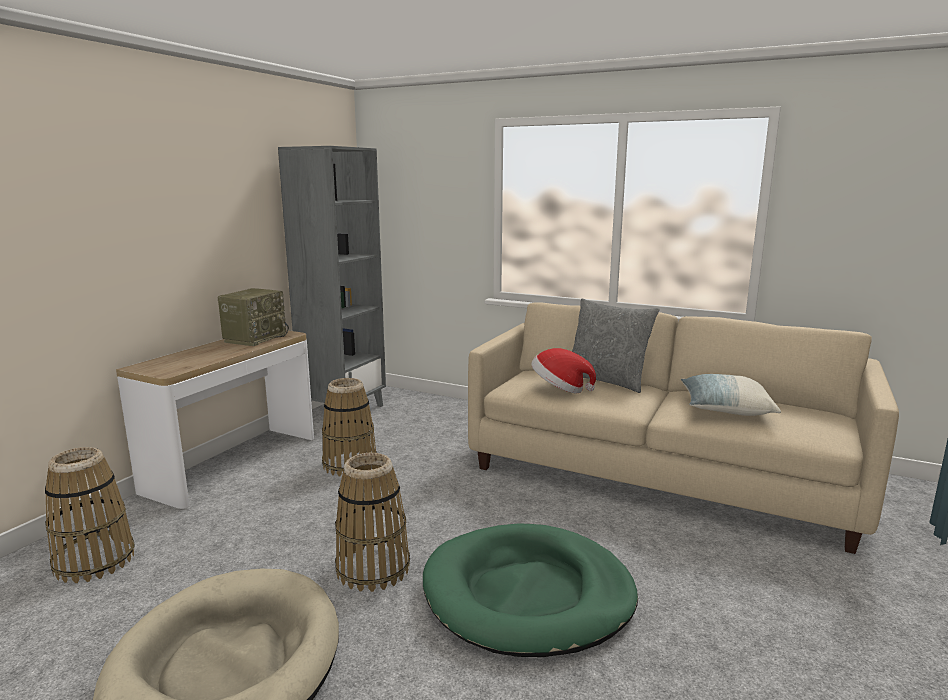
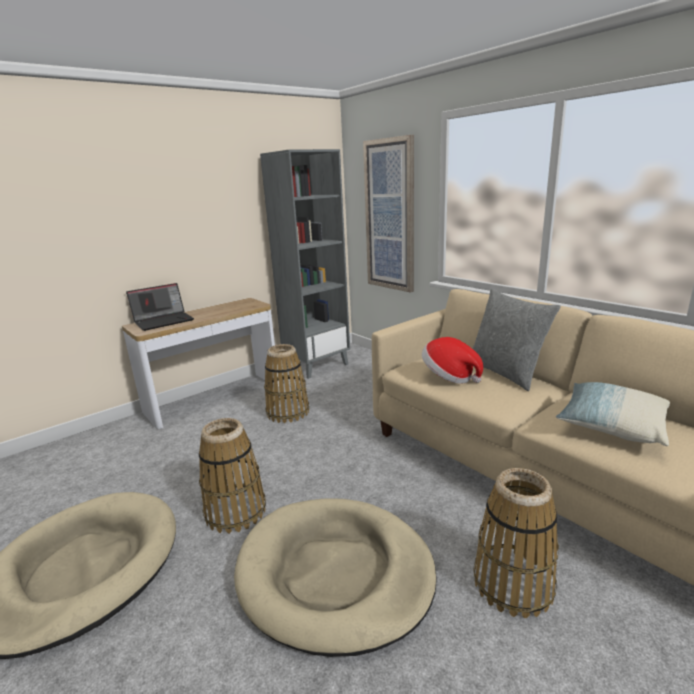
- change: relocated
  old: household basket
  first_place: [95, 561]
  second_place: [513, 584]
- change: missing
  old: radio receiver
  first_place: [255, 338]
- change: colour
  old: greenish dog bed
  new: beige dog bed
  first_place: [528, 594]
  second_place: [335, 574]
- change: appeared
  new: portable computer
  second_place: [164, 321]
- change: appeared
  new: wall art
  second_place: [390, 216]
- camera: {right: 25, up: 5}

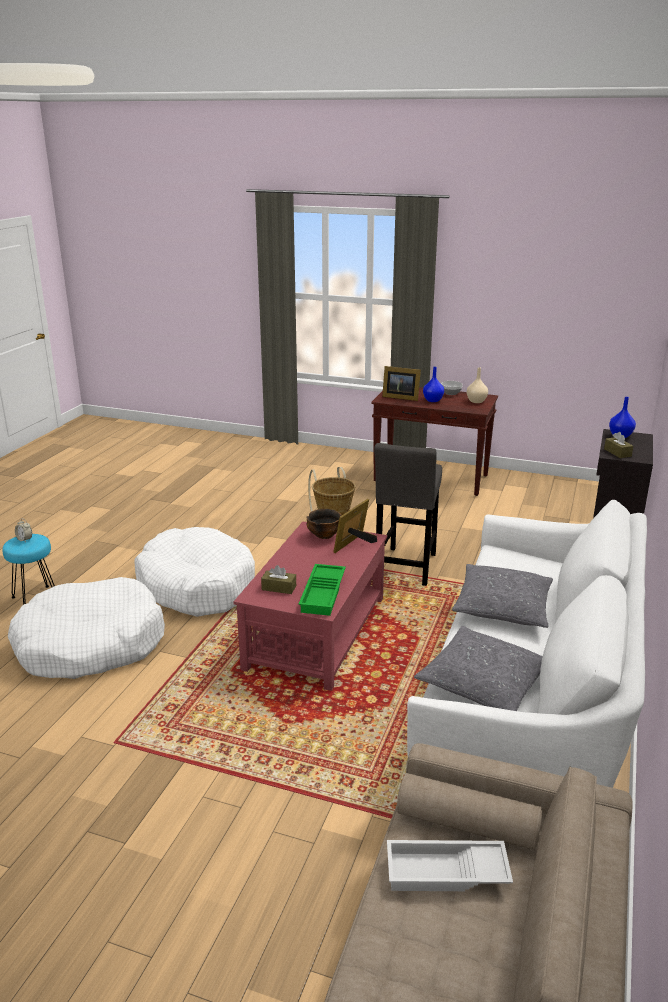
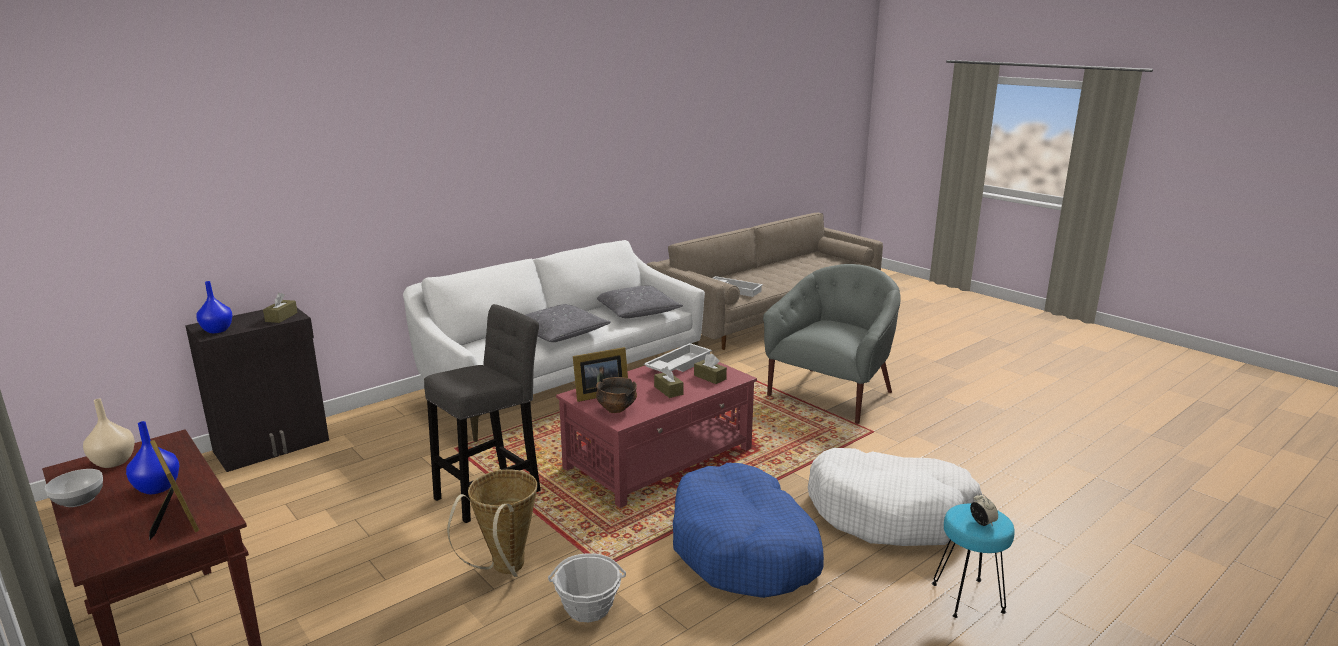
- change: colour
  old: white-coloured dog bed
  new: blue-coloured dog bed
  first_place: [197, 585]
  second_place: [744, 549]
- change: colour
  old: greenish serving tray
  new: white-coloured serving tray
  first_place: [324, 594]
  second_place: [678, 365]
- change: appeared
  new: household basket
  second_place: [588, 607]
- change: appeared
  new: brown-coloured box of tissues
  second_place: [668, 390]
- change: appeared
  new: greyish armchair
  second_place: [832, 394]
- camera: {right: -150, up: -5}

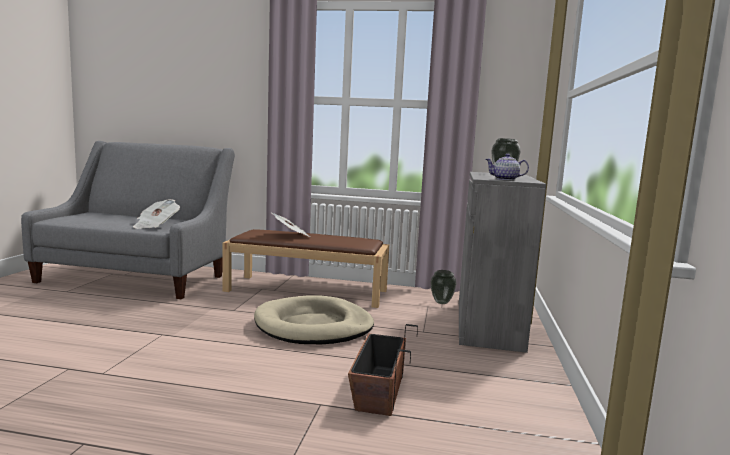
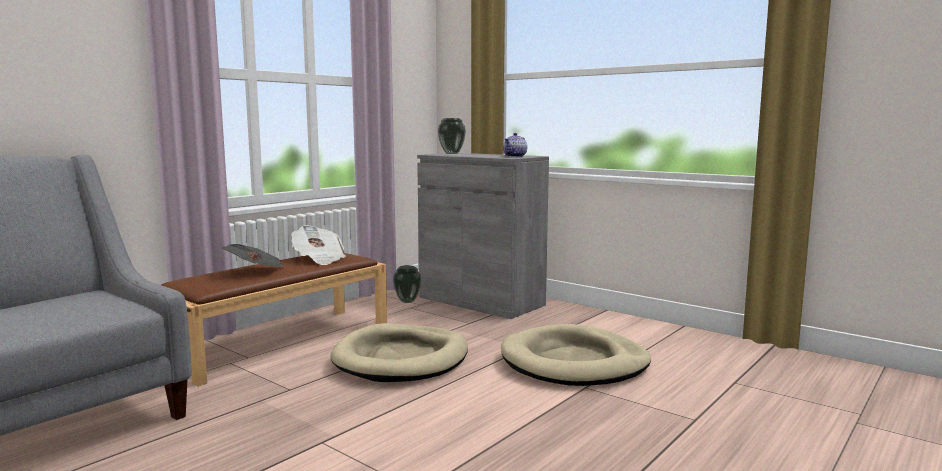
- change: relocated
  old: newspaper
  first_place: [156, 226]
  second_place: [319, 259]
- change: exchanged
  old: plant pot
  new: beige dog bed
  first_place: [379, 390]
  second_place: [574, 362]
- camera: {right: -60, up: 0}

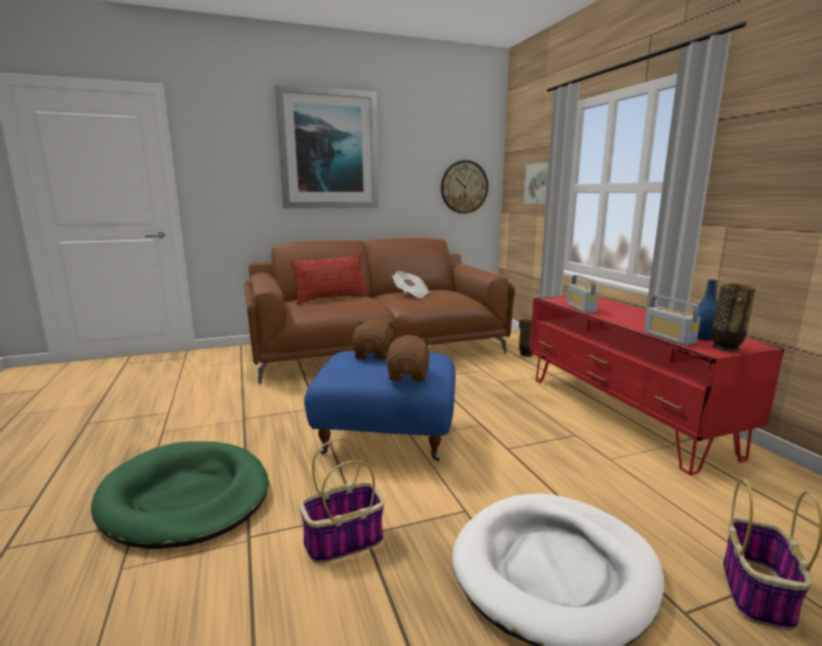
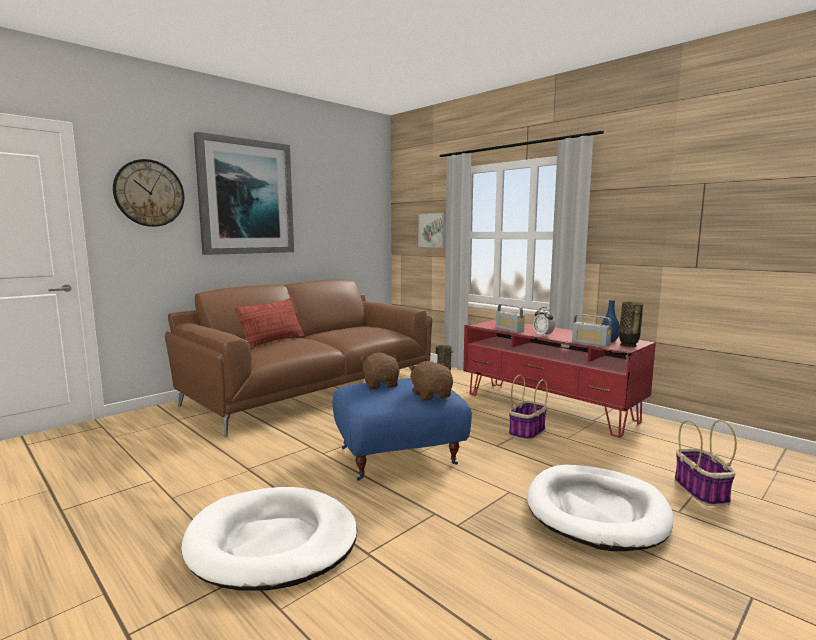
- change: colour
  old: greenish dog bed
  new: white-coloured dog bed
  first_place: [186, 498]
  second_place: [272, 542]
- change: relocated
  old: household basket
  first_place: [343, 542]
  second_place: [527, 432]
- change: missing
  old: newspaper
  first_place: [411, 294]
- change: relocated
  old: wall clock
  first_place: [464, 187]
  second_place: [149, 193]
- change: appeared
  new: bedside clock
  second_place: [543, 335]
- camera: {right: -25, up: -5}

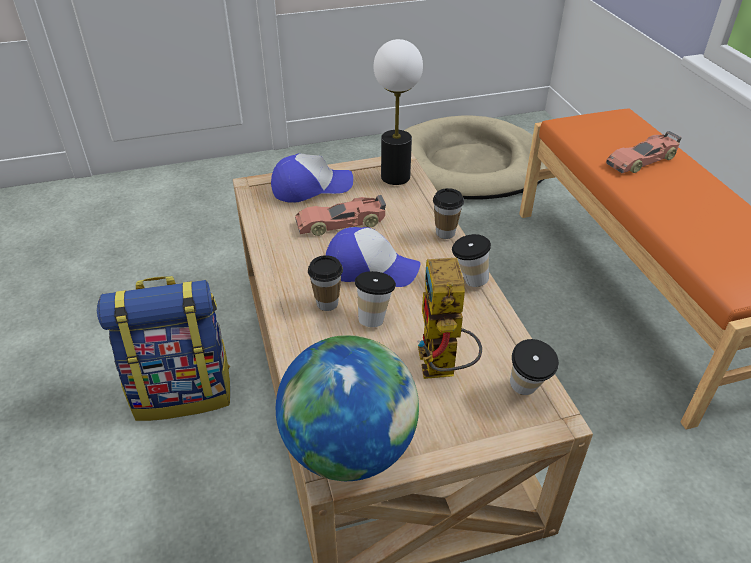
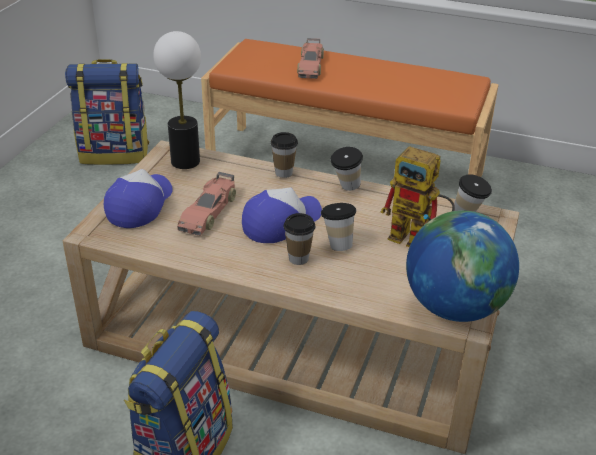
- change: exchanged
  old: beige dog bed
  new: rucksack
  first_place: [470, 164]
  second_place: [115, 153]
- camera: {right: -55, up: -5}

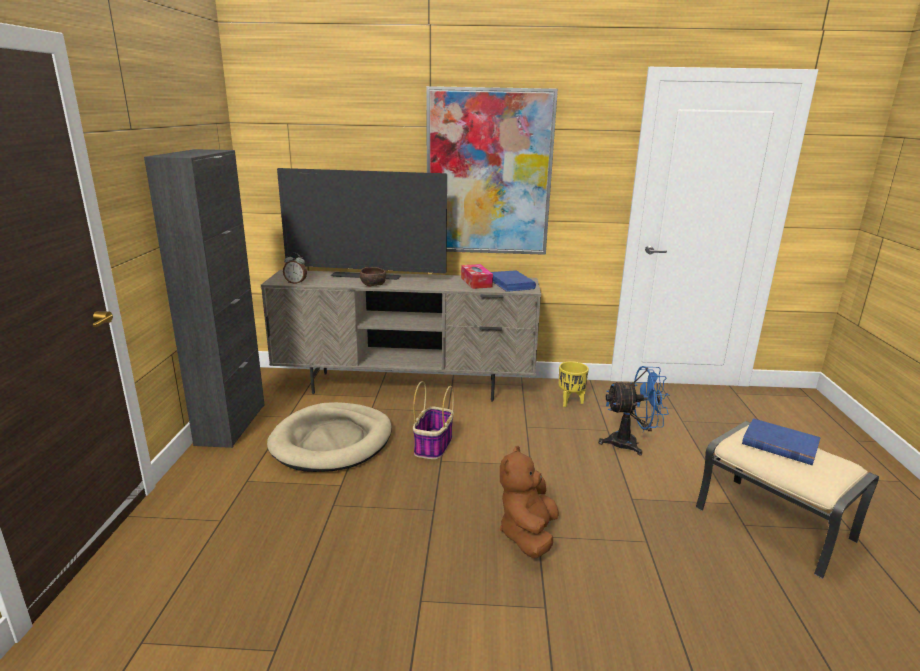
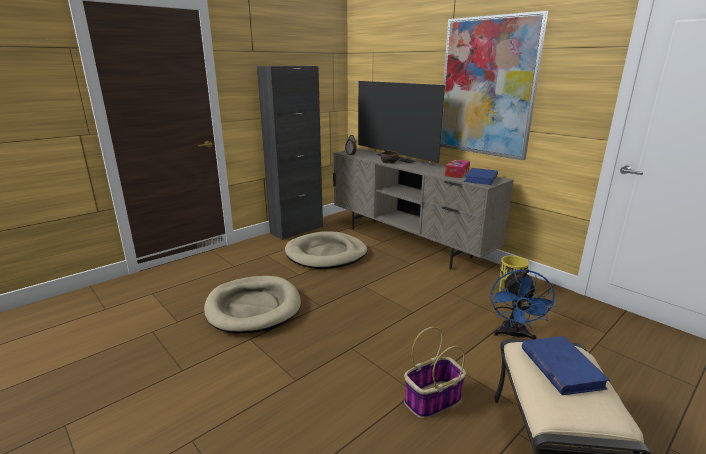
- change: relocated
  old: household basket
  first_place: [433, 446]
  second_place: [432, 400]
- change: missing
  old: brown-coloured cuddly toy
  first_place: [528, 534]
- change: spun
  old: blue-coloured electric fan
  first_place: [630, 443]
  second_place: [514, 335]
  degrees: 60
- change: appeared
  new: beige dog bed
  second_place: [253, 307]
- camera: {right: 45, up: 0}

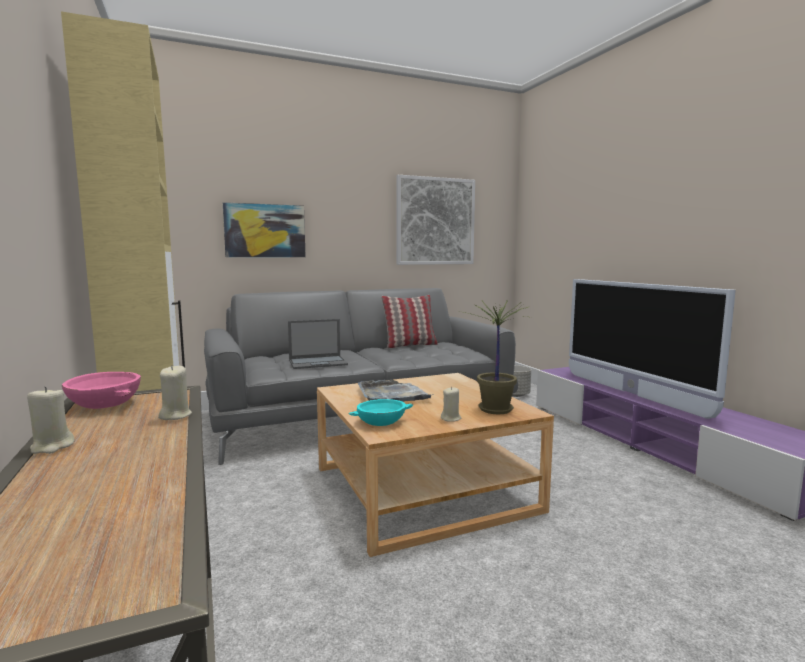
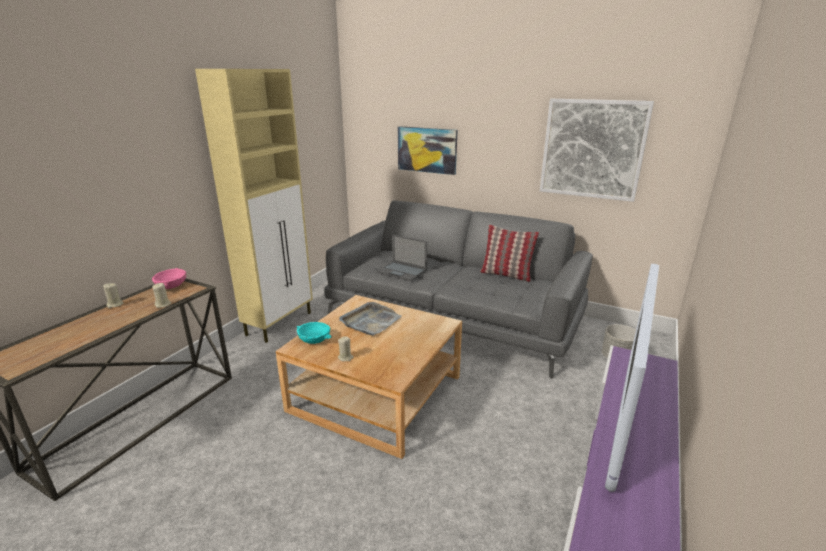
- change: missing
  old: plant in a pot
  first_place: [496, 410]
- camera: {right: 50, up: 15}

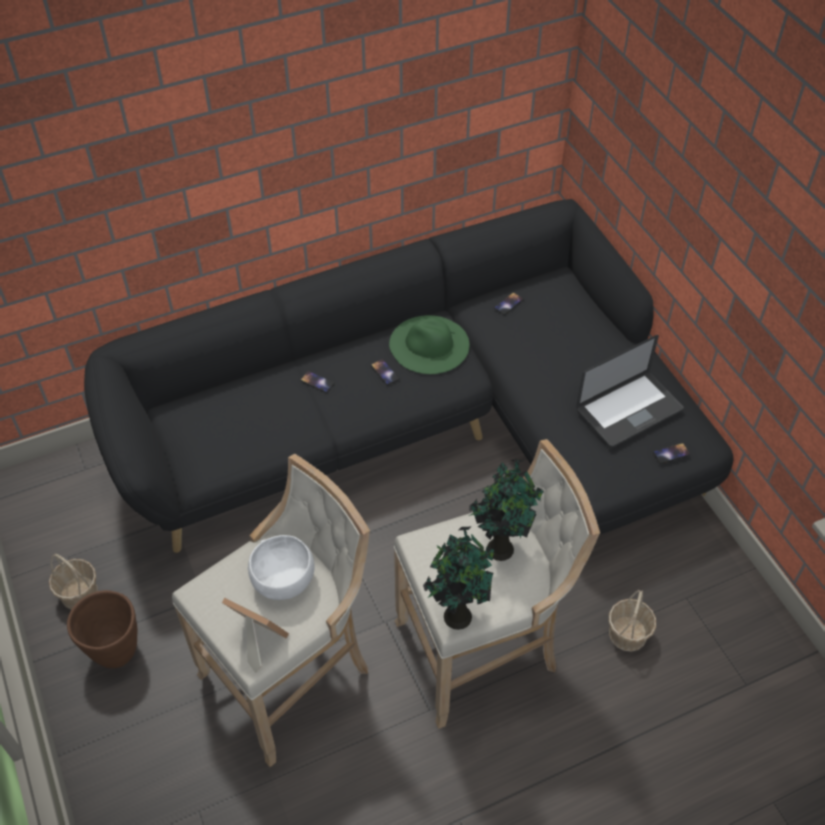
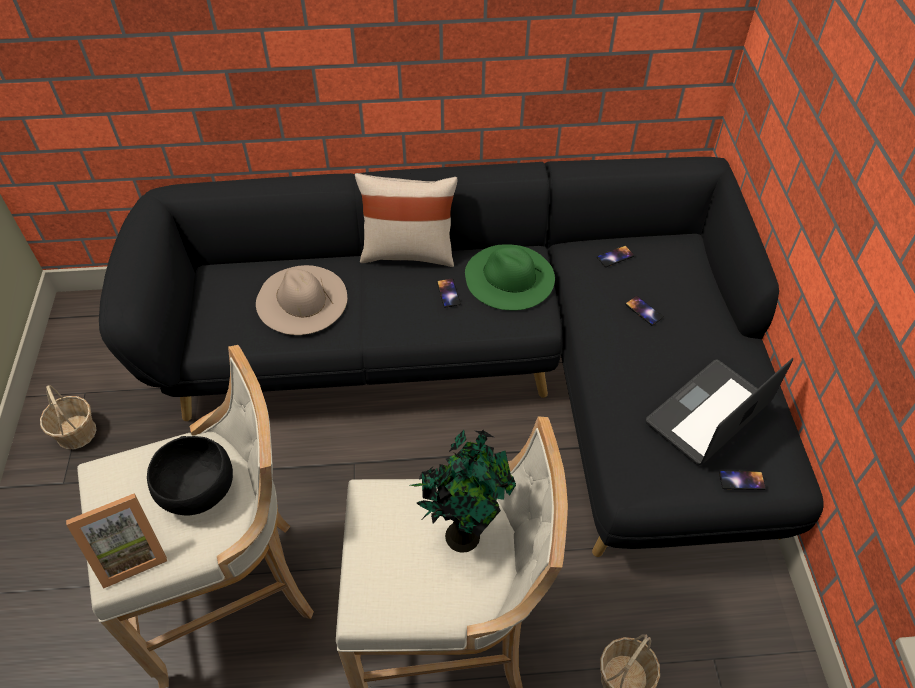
- change: missing
  old: brown-coloured plant pot
  first_place: [115, 651]
- change: spun
  old: photo frame
  first_place: [256, 640]
  second_place: [129, 553]
  degrees: 105
- change: colour
  old: white-coloured serving bowl
  new: black-coloured serving bowl
  first_place: [284, 580]
  second_place: [199, 490]
- change: relocated
  old: phone
  first_place: [317, 382]
  second_place: [643, 311]
- change: missing
  old: plant in a pot
  first_place: [456, 614]
- change: spun
  old: portable computer
  first_place: [629, 410]
  second_place: [708, 413]
  degrees: 150
- change: appeared
  new: beige hat
  second_place: [301, 299]
- change: appeared
  new: beige pillow
  second_place: [408, 252]
- camera: {right: 20, up: 0}

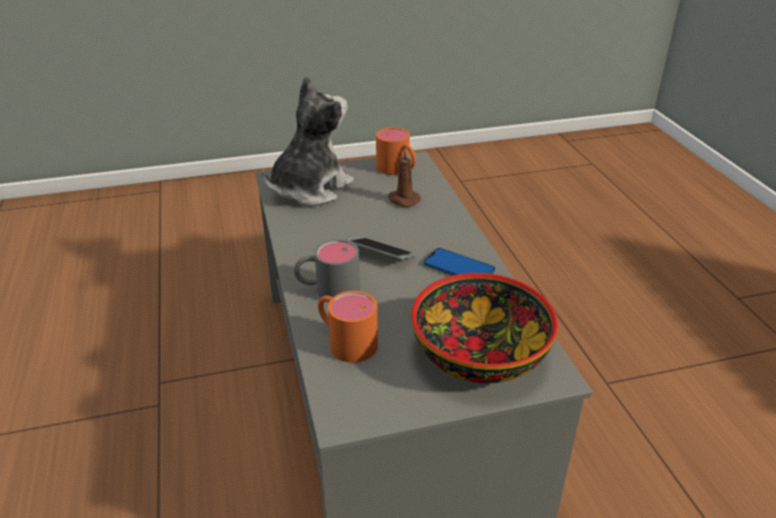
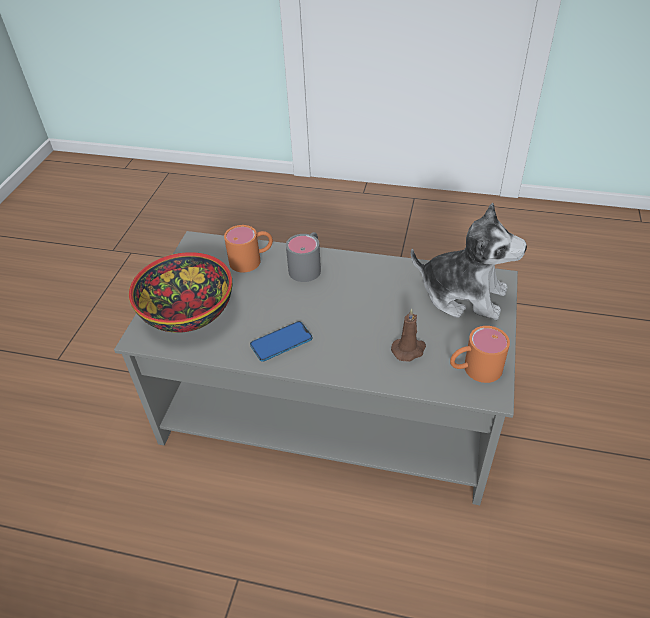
- change: spun
  old: cuddly toy
  first_place: [309, 189]
  second_place: [463, 295]
  degrees: -45
- change: missing
  old: phone
  first_place: [380, 254]
- camera: {right: 120, up: 10}

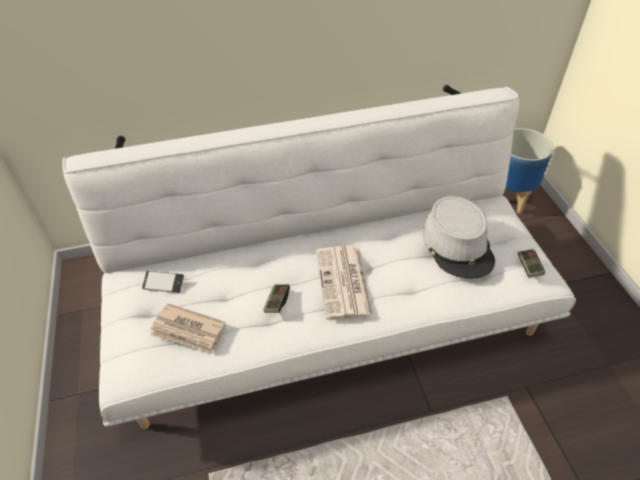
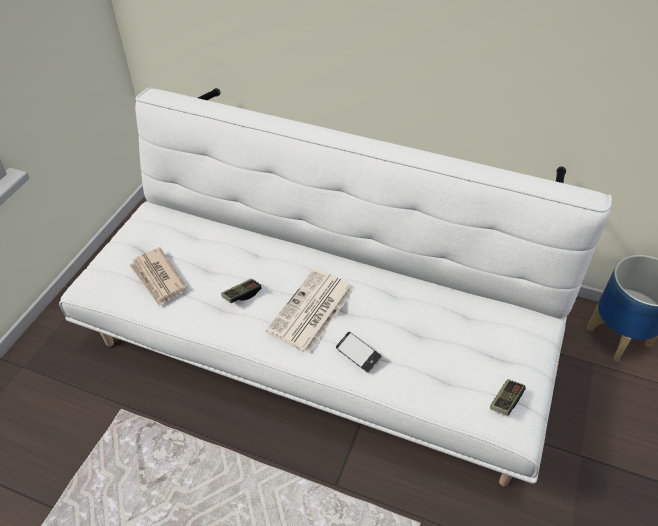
- change: relocated
  old: phone
  first_place: [164, 284]
  second_place: [358, 354]
- change: missing
  old: greyish hat
  first_place: [458, 245]
- camera: {right: 35, up: 0}

